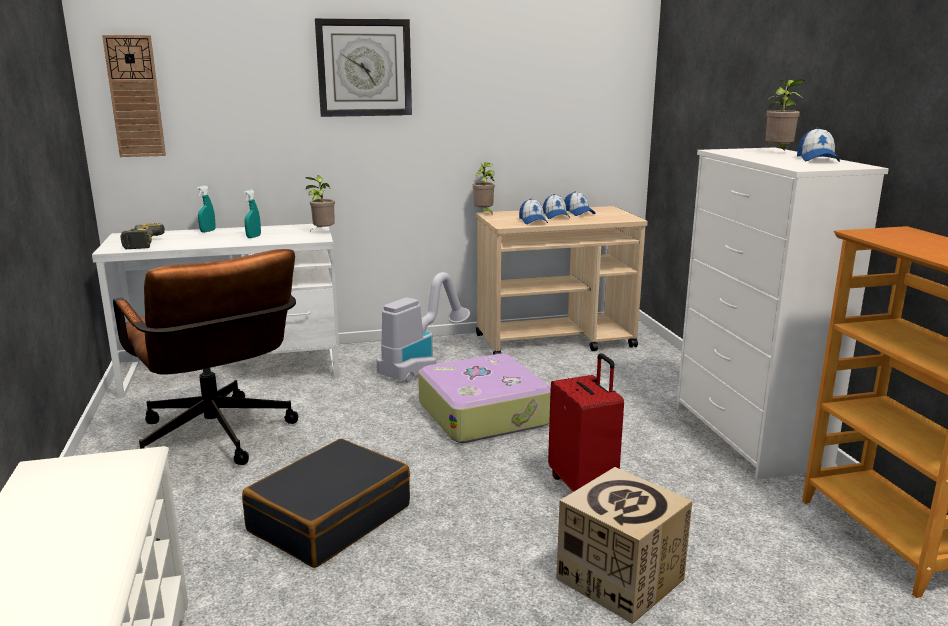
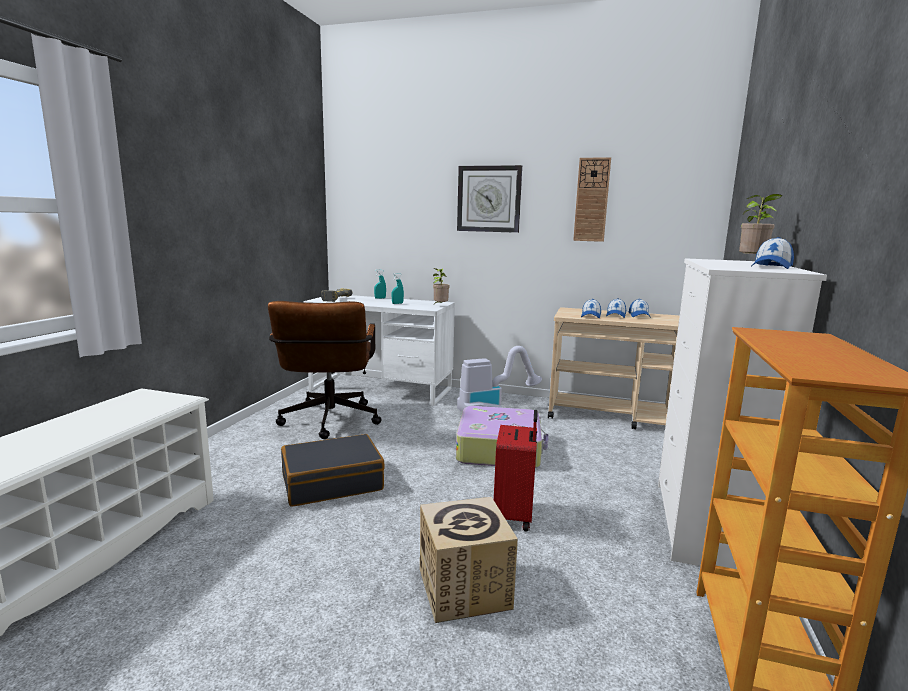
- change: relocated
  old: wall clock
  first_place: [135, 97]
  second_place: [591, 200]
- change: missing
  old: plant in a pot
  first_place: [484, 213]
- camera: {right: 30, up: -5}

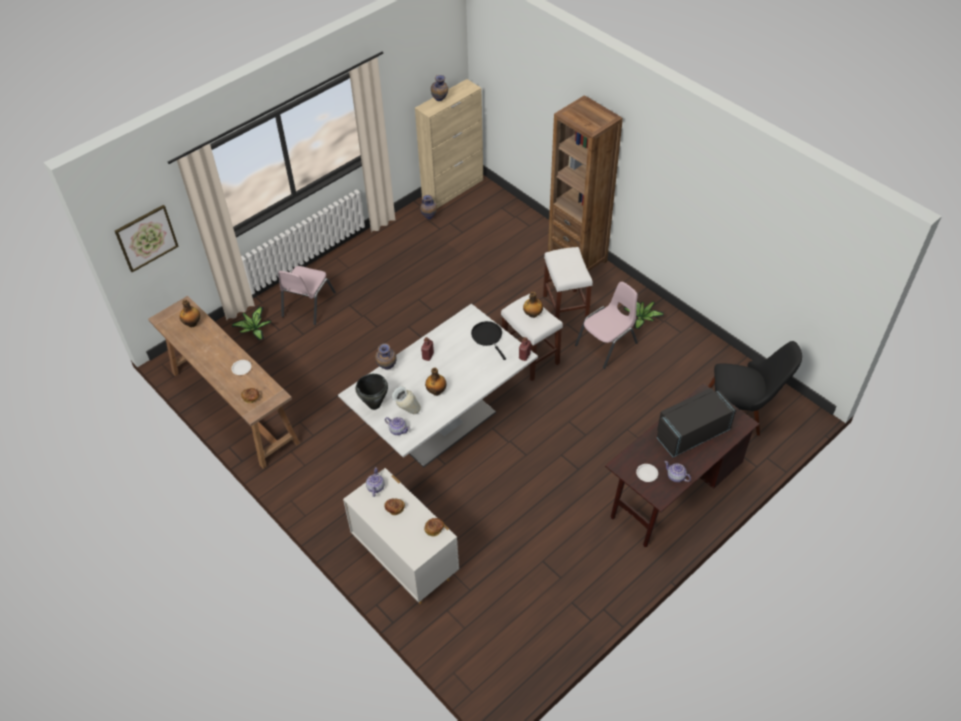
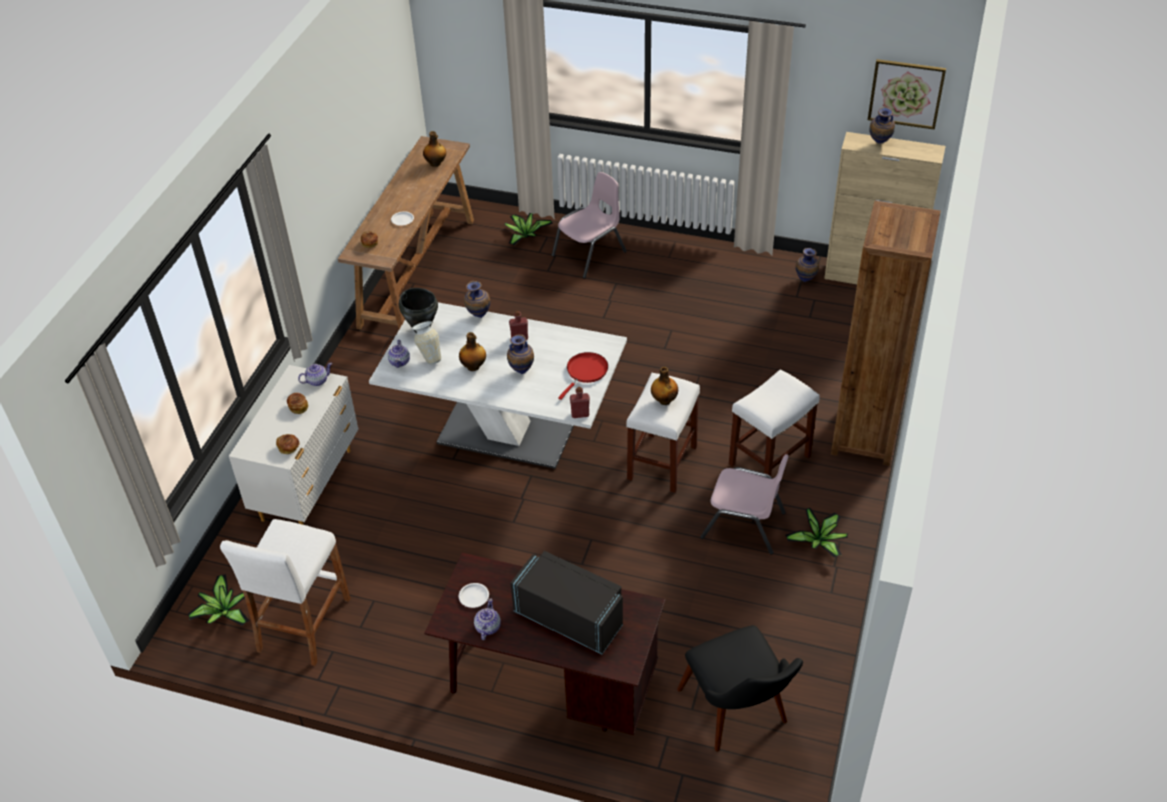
- change: relocated
  old: wall art
  first_place: [146, 238]
  second_place: [906, 93]
- change: spun
  old: pink-coloured chair
  first_place: [308, 304]
  second_place: [590, 254]
  degrees: 150
- change: colour
  old: black-coloured frying pan
  new: reddish frying pan
  first_place: [488, 337]
  second_place: [585, 372]
- change: appeared
  new: plant in a pot
  second_place: [223, 612]
- change: appeared
  new: white-coloured stool seat
  second_place: [303, 625]
- change: appeared
  new: vase
  second_place: [521, 371]
- camera: {right: 60, up: -5}

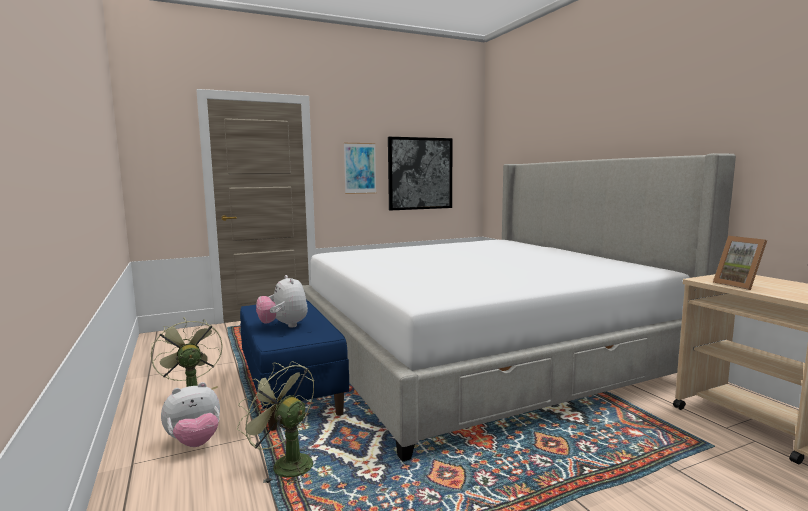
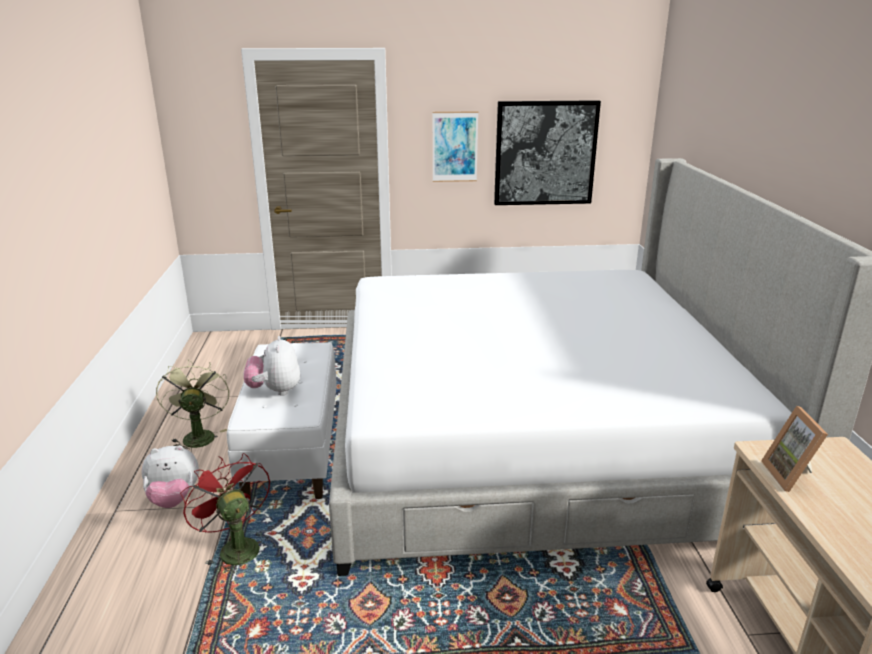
- change: colour
  old: greenish electric fan
  new: reddish electric fan
  first_place: [285, 464]
  second_place: [234, 547]
- change: colour
  old: blue-coloured bench
  new: white-coloured bench
  first_place: [291, 390]
  second_place: [293, 450]
- camera: {right: 20, up: 15}

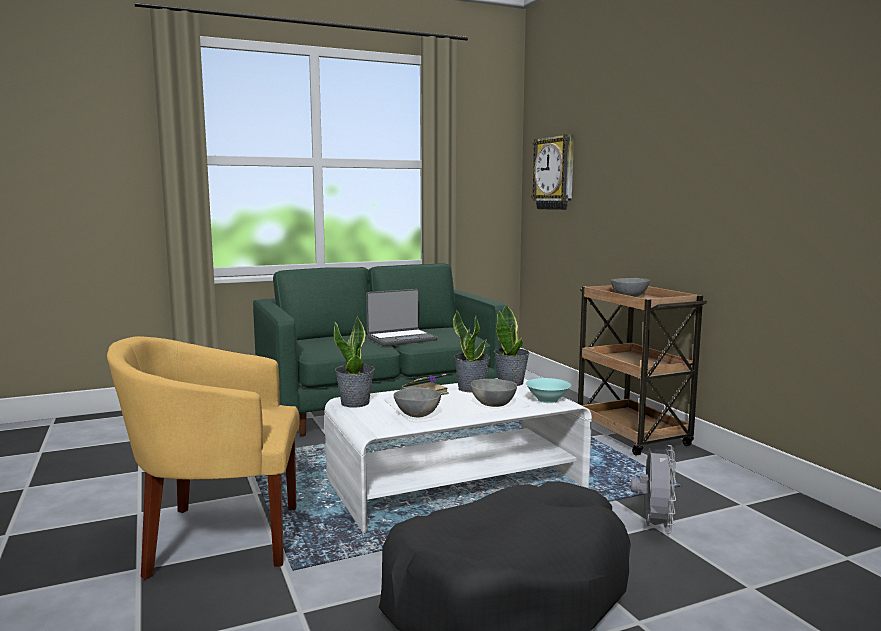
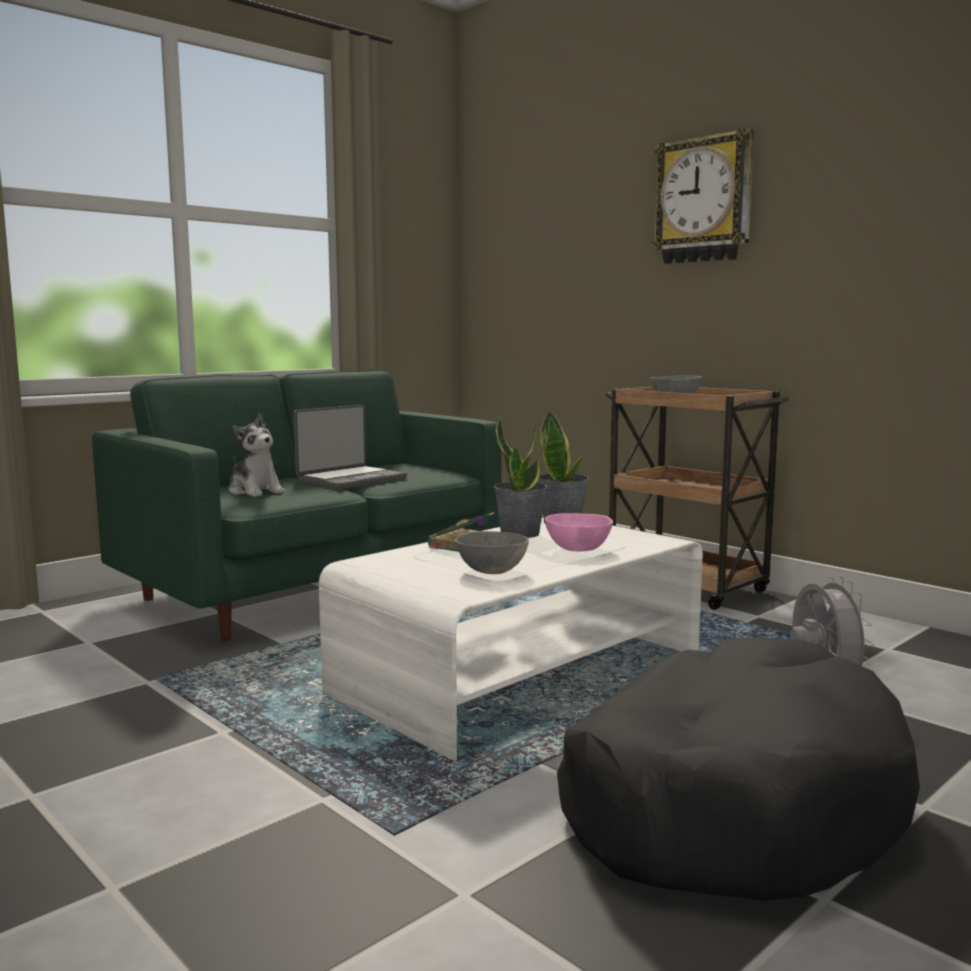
- change: missing
  old: yellow-coloured armchair
  first_place: [218, 538]
- change: missing
  old: plant in a pot
  first_place: [355, 403]
- change: colour
  old: greyish serving bowl
  new: pink-coloured serving bowl
  first_place: [492, 404]
  second_place: [576, 549]
- change: missing
  old: turquoise serving bowl
  first_place: [547, 400]
- change: relocated
  old: wall clock
  first_place: [555, 173]
  second_place: [704, 200]
- change: appeared
  new: cuddly toy
  second_place: [255, 491]
- camera: {right: -20, up: 0}

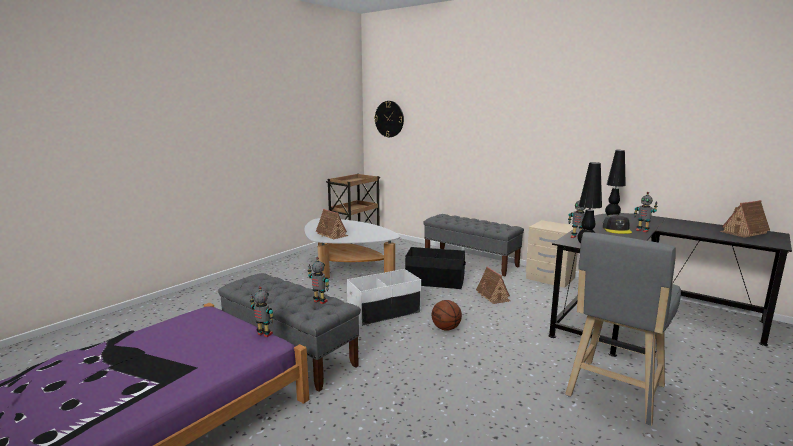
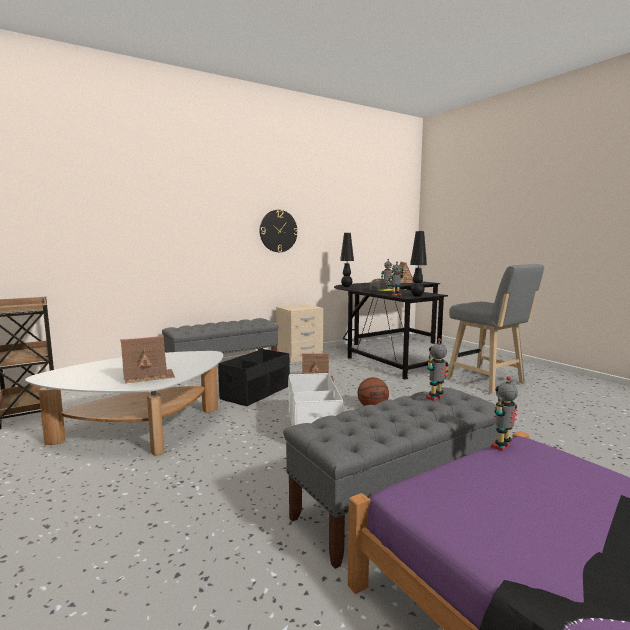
- change: relocated
  old: wall clock
  first_place: [389, 119]
  second_place: [278, 231]
- camera: {right: -70, up: -5}

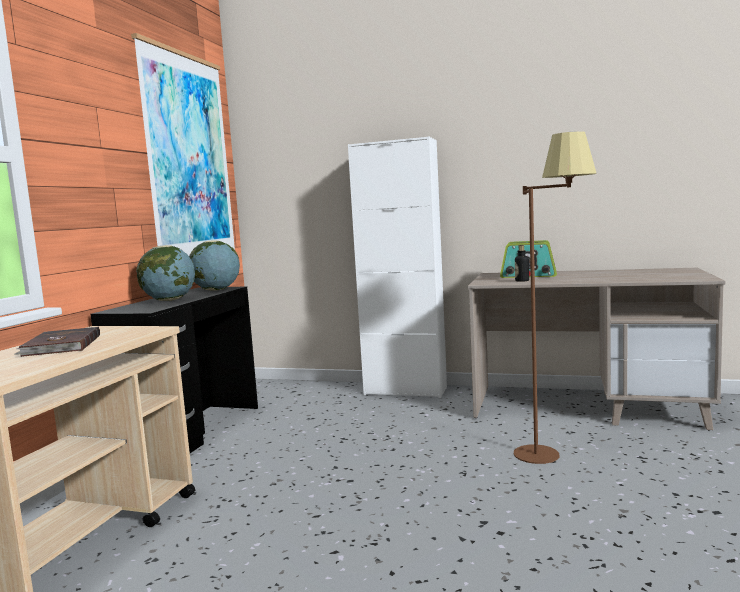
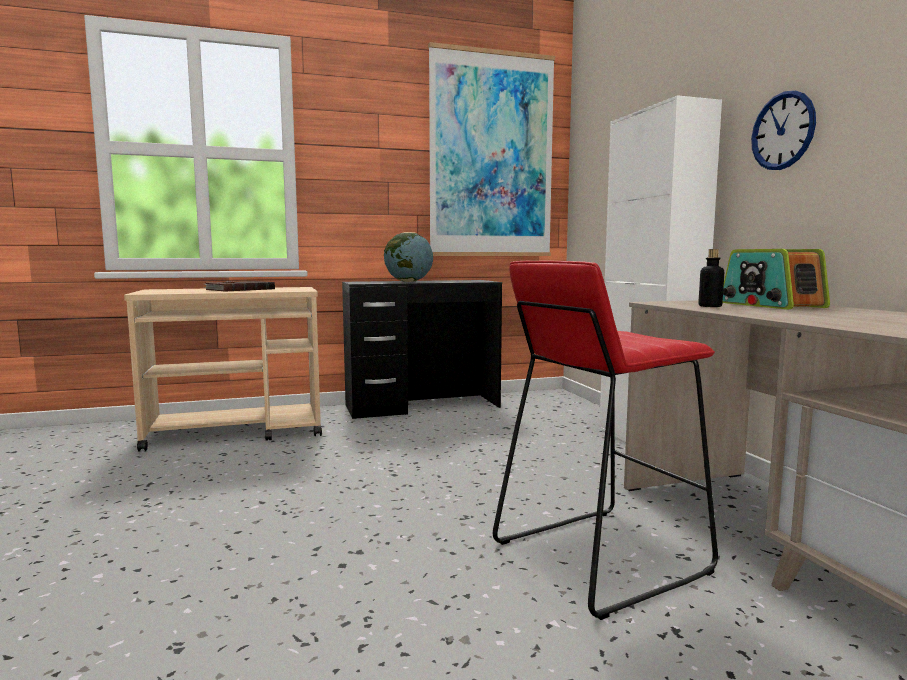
- change: missing
  old: globe
  first_place: [216, 290]
- change: exchanged
  old: brown-coloured standing lamp
  new: reddish stool seat
  first_place: [555, 451]
  second_place: [598, 557]
- change: appeared
  new: wall clock
  second_place: [782, 131]
- camera: {right: 55, up: 0}

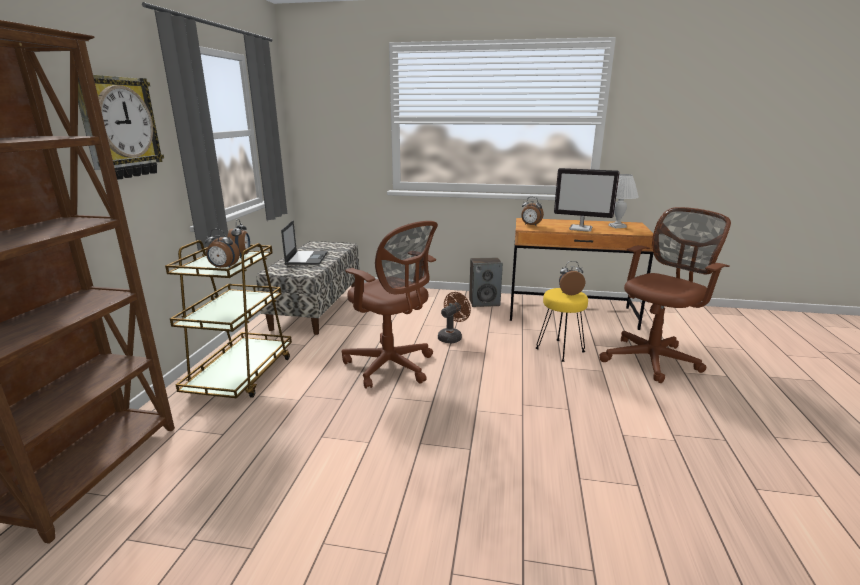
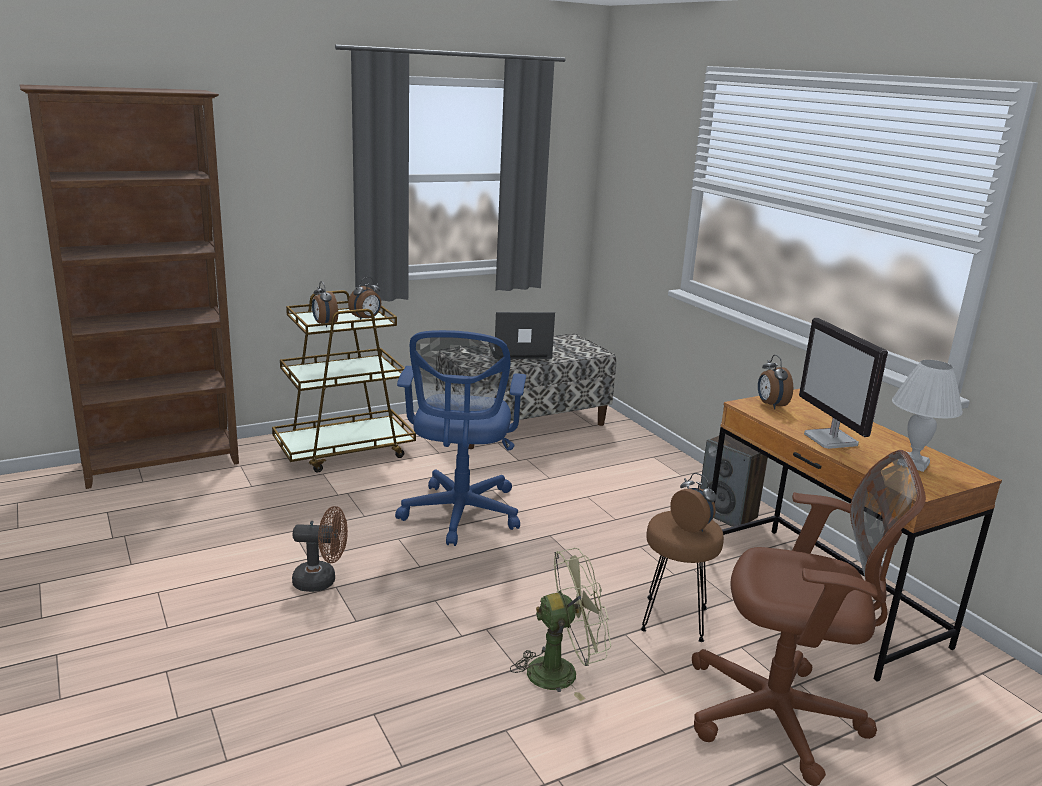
- change: missing
  old: wall clock
  first_place: [119, 128]
- change: spun
  old: portable computer
  first_place: [306, 258]
  second_place: [518, 351]
  degrees: -150
- change: colour
  old: brown-coloured desk chair
  new: blue-coloured desk chair
  first_place: [391, 366]
  second_place: [460, 515]
- change: relocated
  old: brown-coloured electric fan
  first_place: [452, 336]
  second_place: [322, 581]
- change: colour
  old: yellow-coloured stool seat
  new: brown-coloured stool seat
  first_place: [559, 350]
  second_place: [673, 618]
- change: appeared
  new: greenish electric fan
  second_place: [562, 671]
- camera: {right: 50, up: 0}

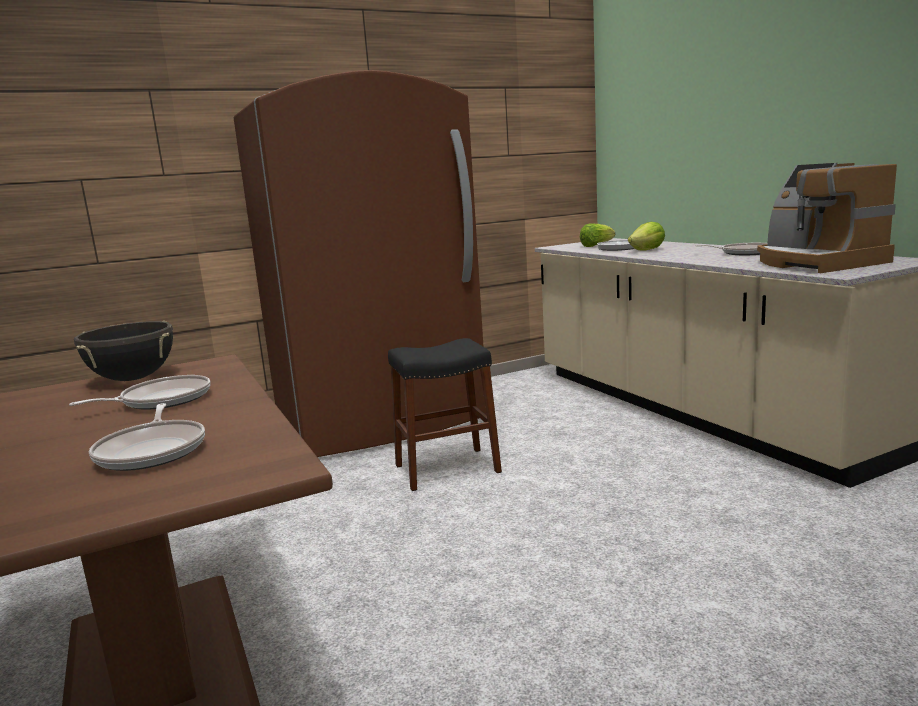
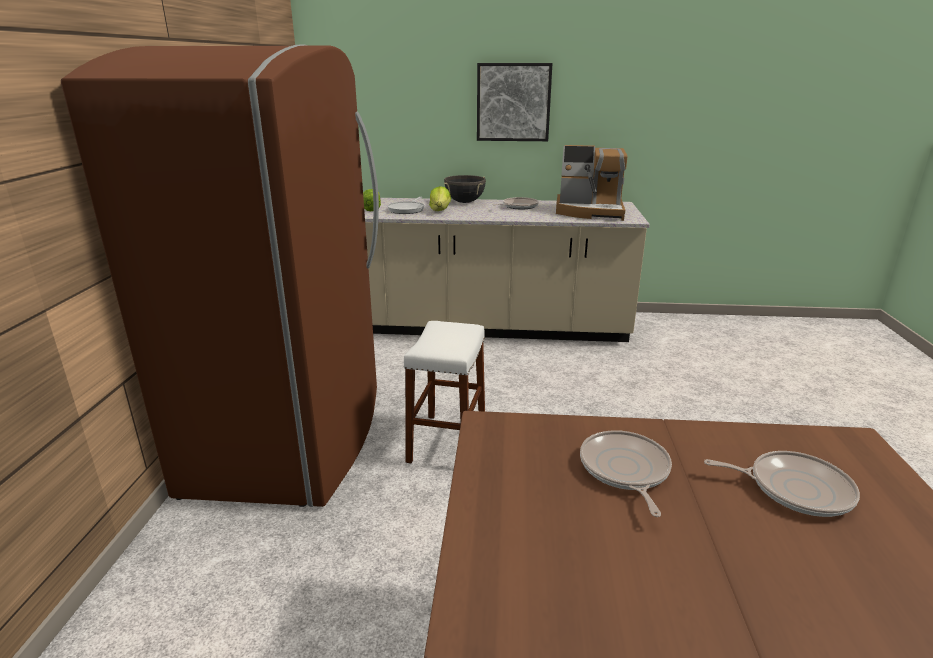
- change: relocated
  old: black-coloured stockpot
  first_place: [133, 379]
  second_place: [465, 202]
- change: colour
  old: black-coloured stool seat
  new: white-coloured stool seat
  first_place: [447, 468]
  second_place: [447, 441]
- change: appeared
  new: wall art
  second_place: [513, 102]
- camera: {right: -60, up: 10}

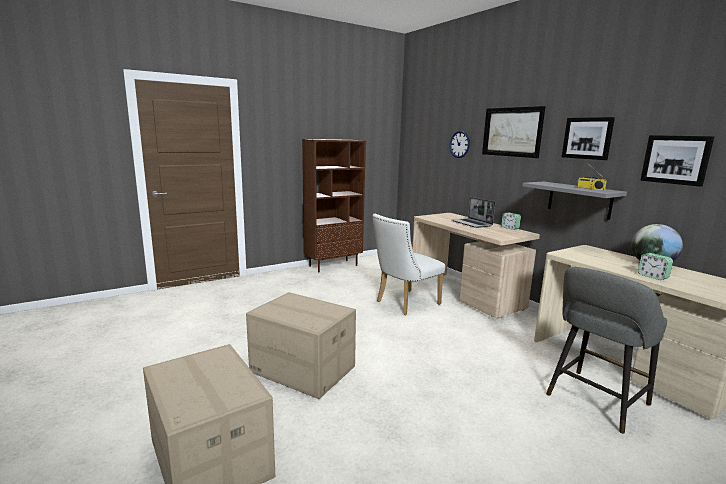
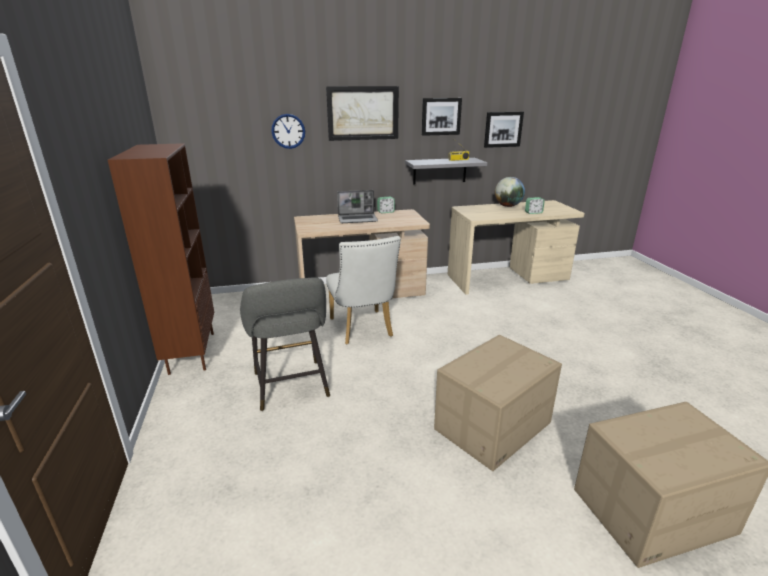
- change: relocated
  old: greyish stool seat
  first_place: [595, 402]
  second_place: [292, 387]
- camera: {right: -70, up: 10}

